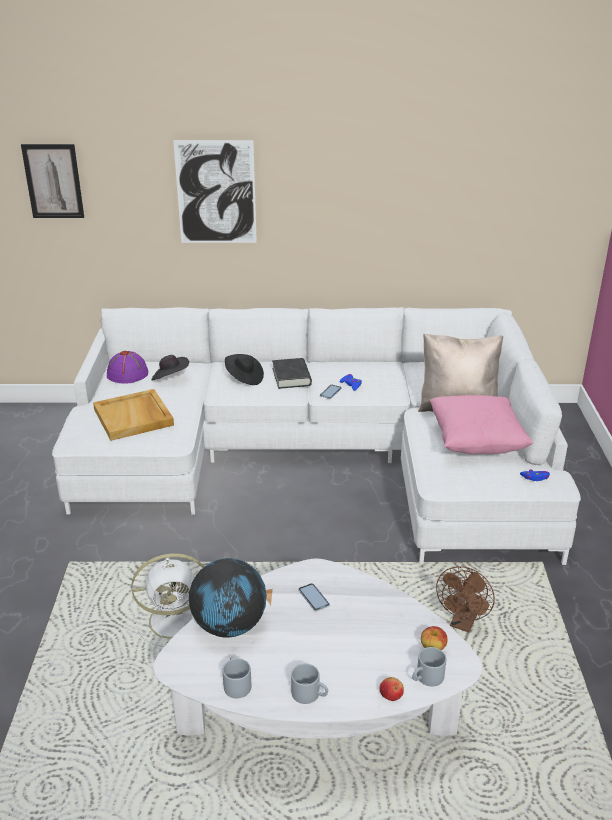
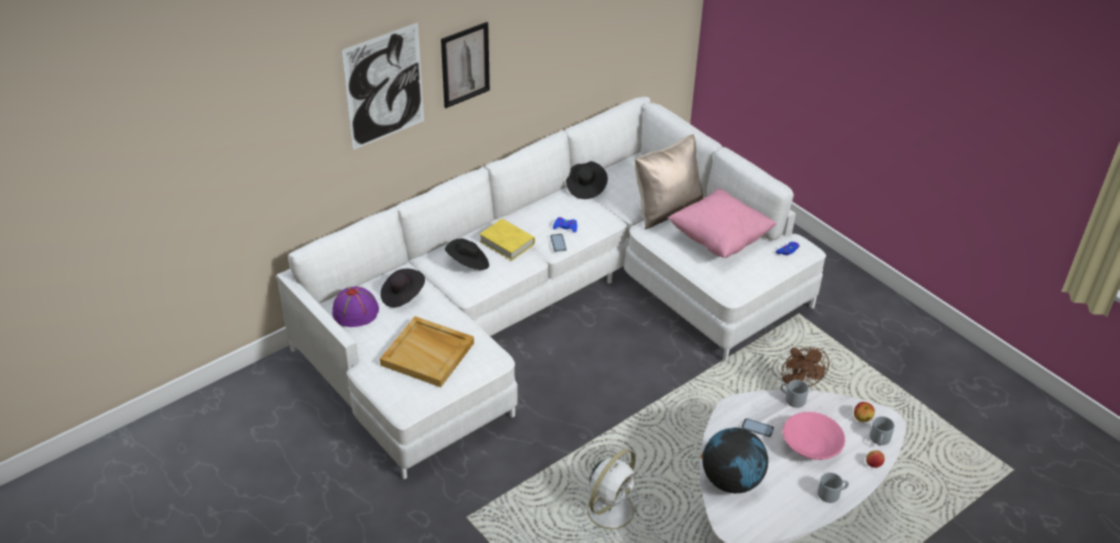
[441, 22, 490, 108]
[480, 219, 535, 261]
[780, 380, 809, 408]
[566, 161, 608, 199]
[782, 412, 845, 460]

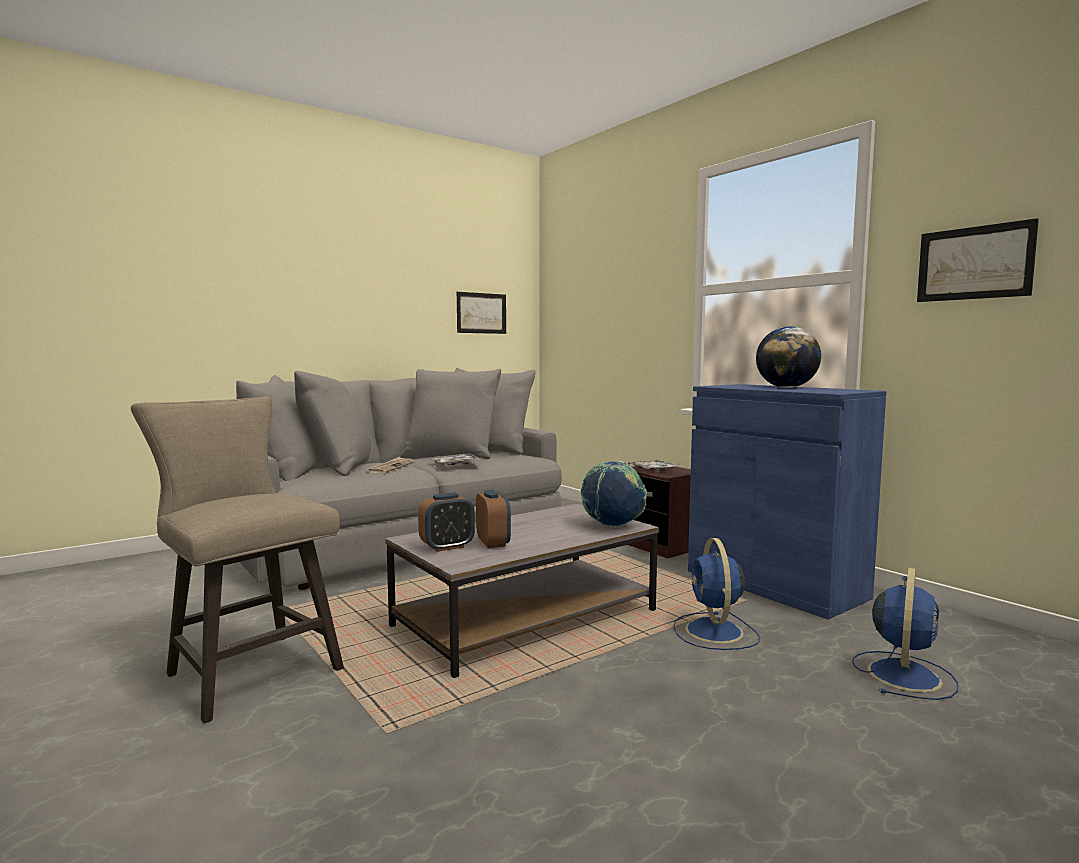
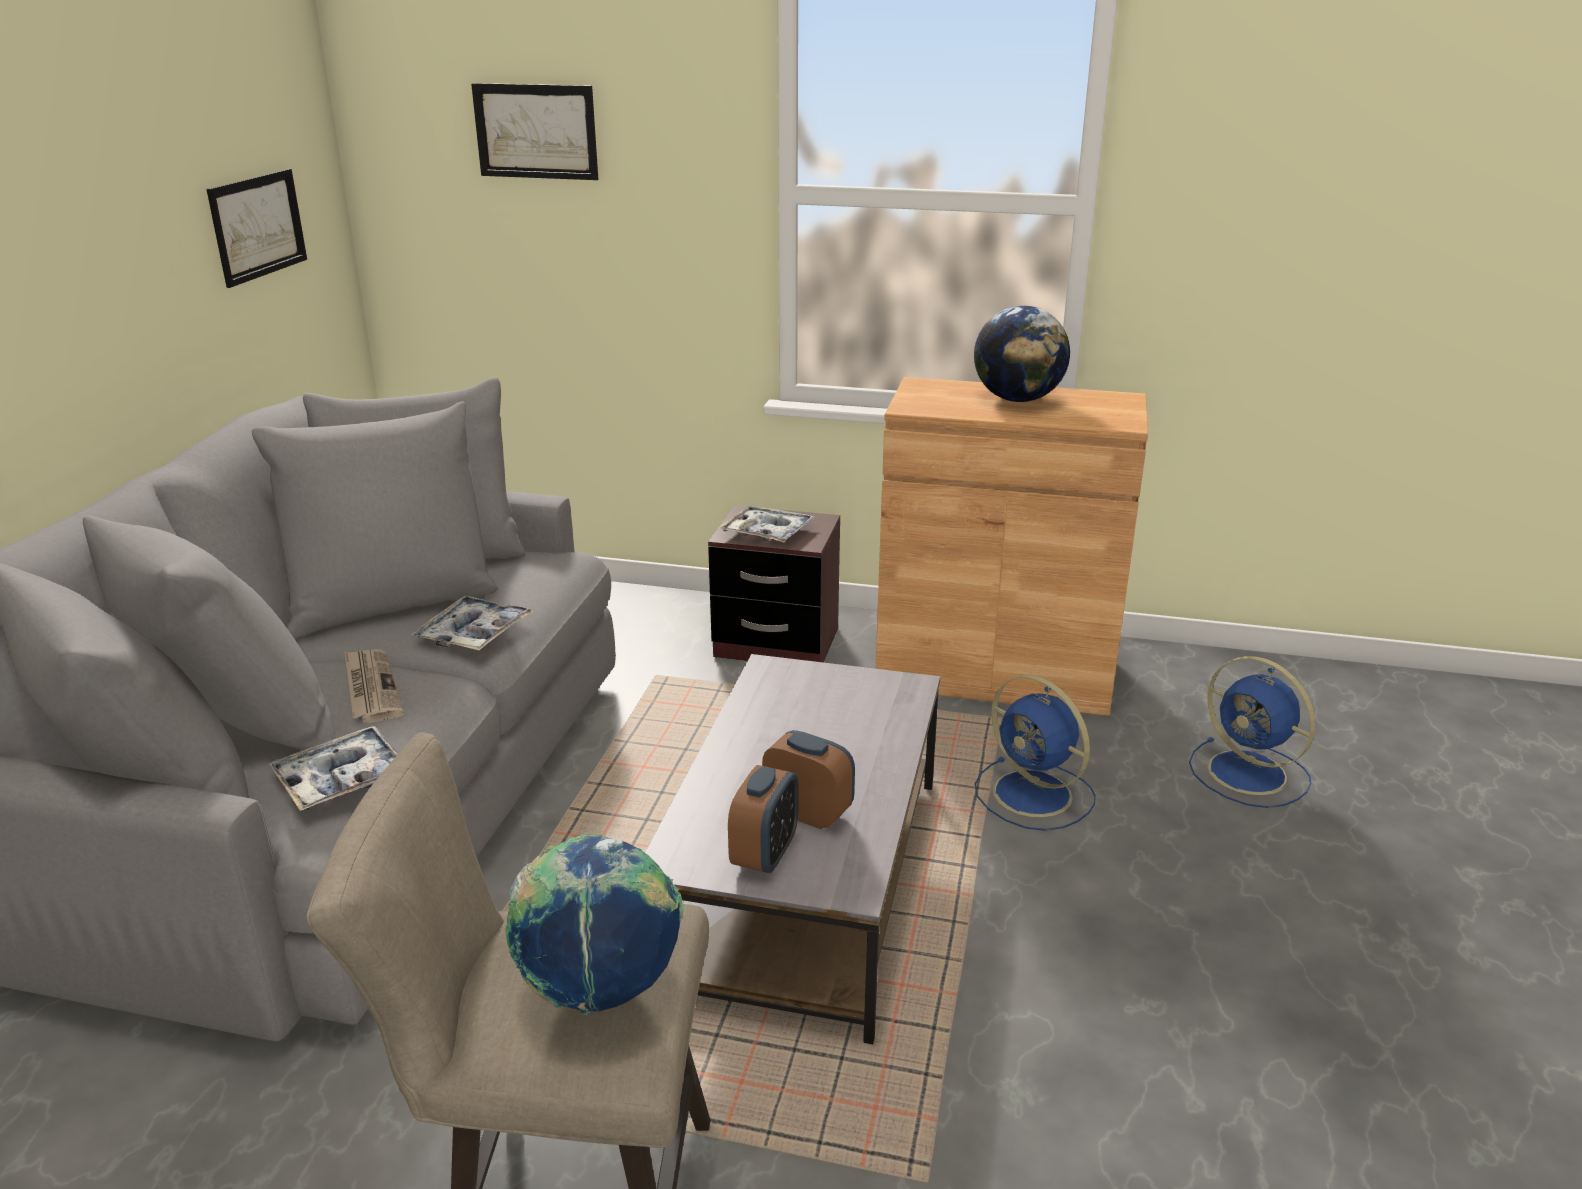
[471, 83, 598, 180]
[876, 377, 1148, 716]
[505, 834, 684, 1015]
[1189, 656, 1315, 808]
[270, 726, 398, 811]

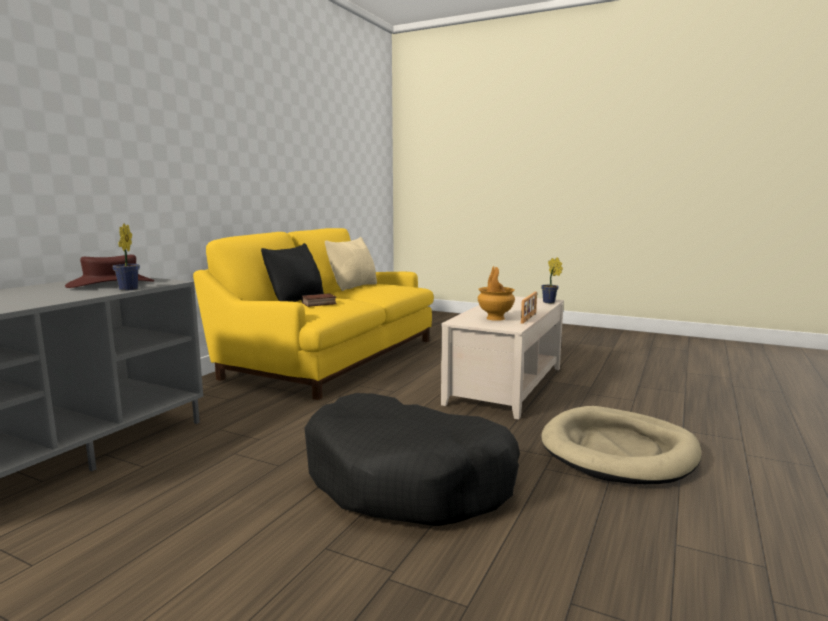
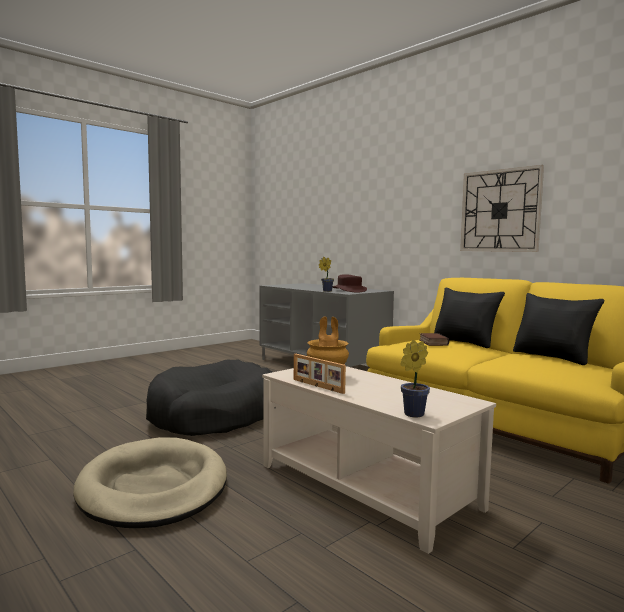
[513, 293, 604, 365]
[460, 165, 544, 252]

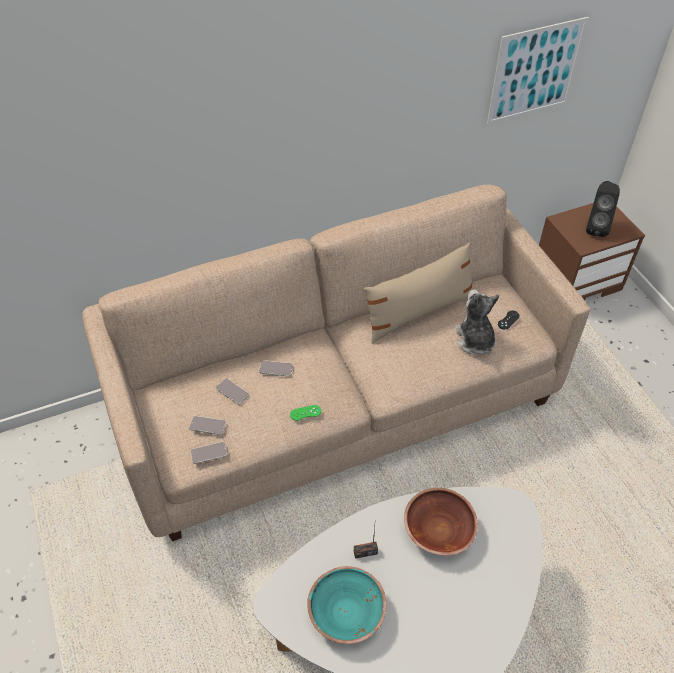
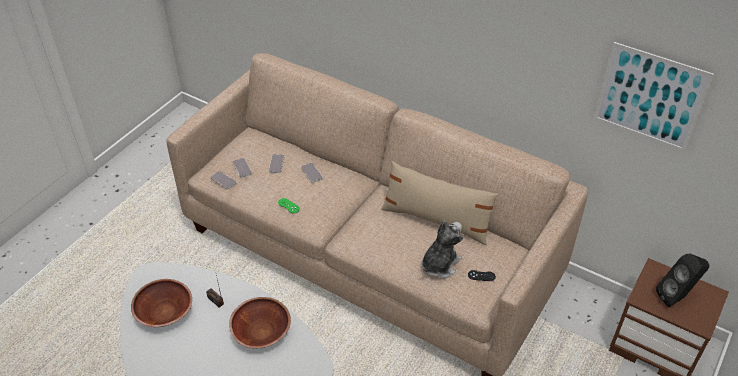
[131, 279, 192, 327]

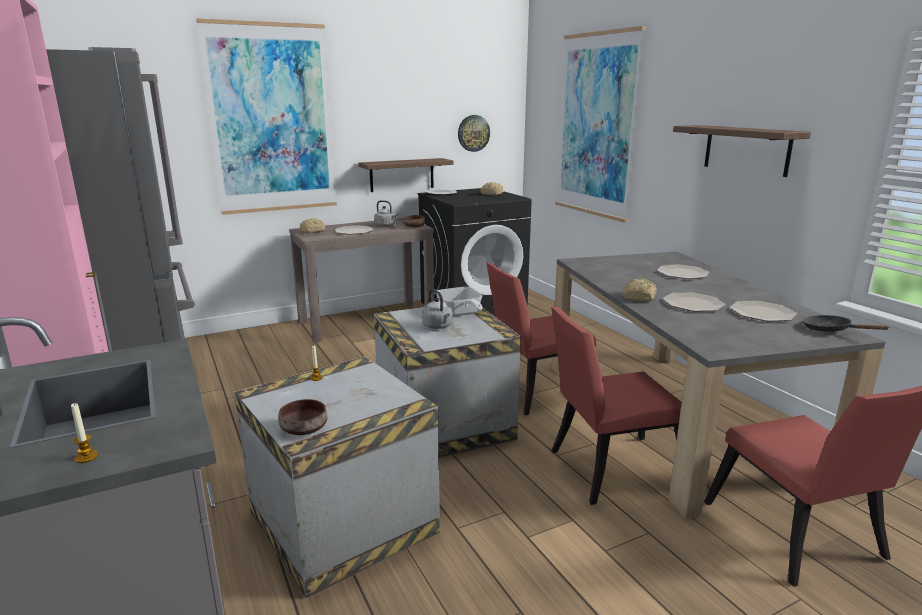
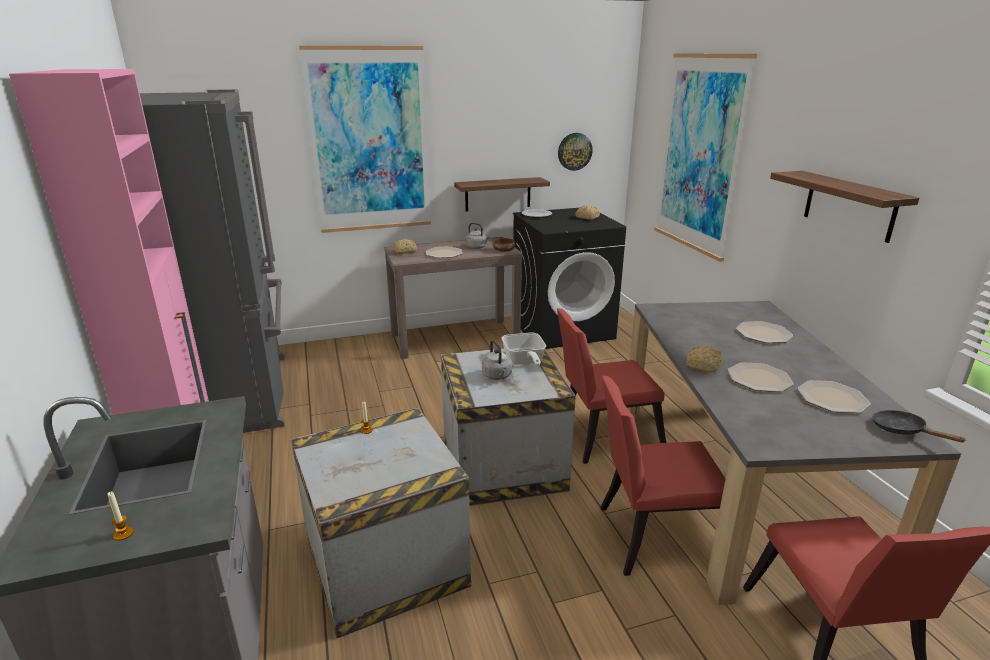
[278, 399, 327, 435] (first image)

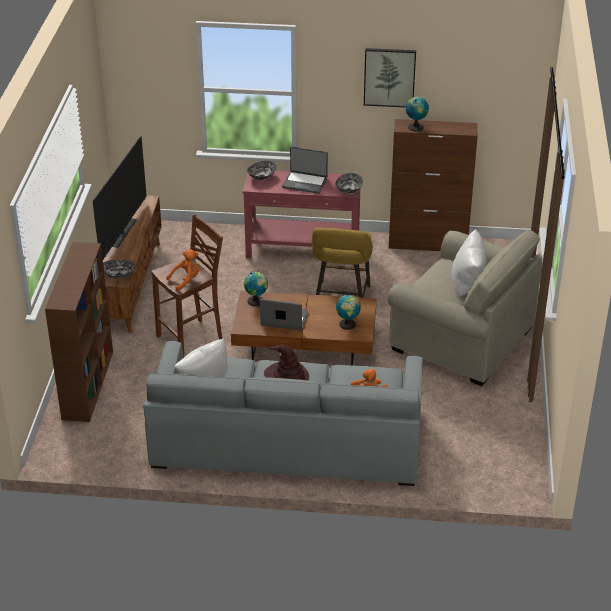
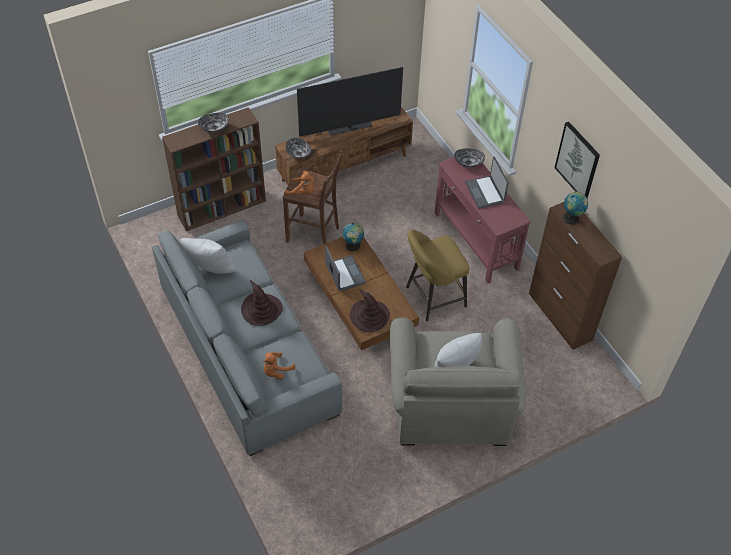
[198, 113, 229, 132]
[350, 289, 390, 333]

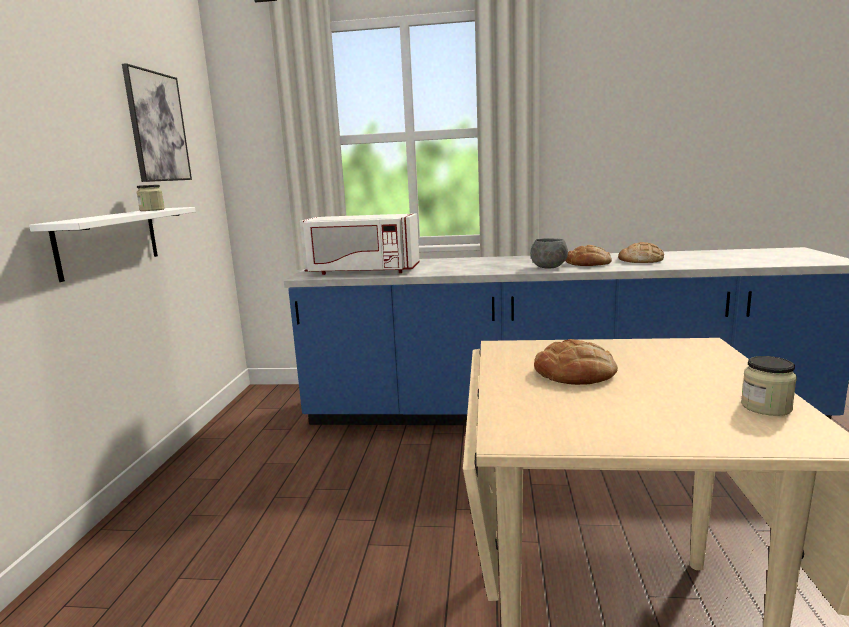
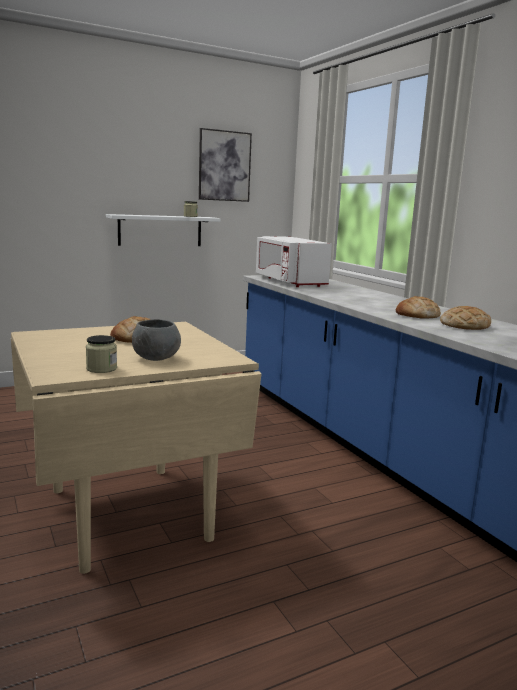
[132, 319, 181, 361]

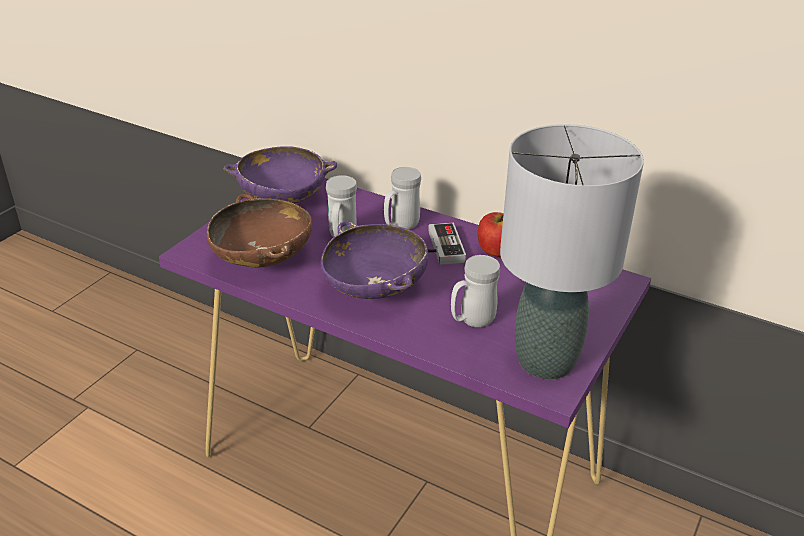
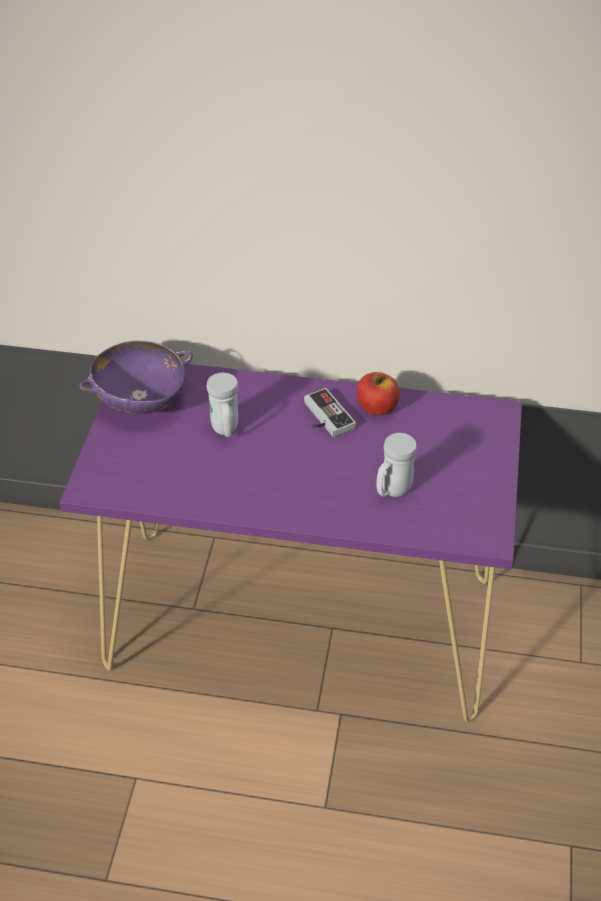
[500, 124, 644, 379] (first image)
[384, 167, 421, 229] (first image)
[207, 194, 312, 267] (first image)
[321, 221, 429, 299] (first image)

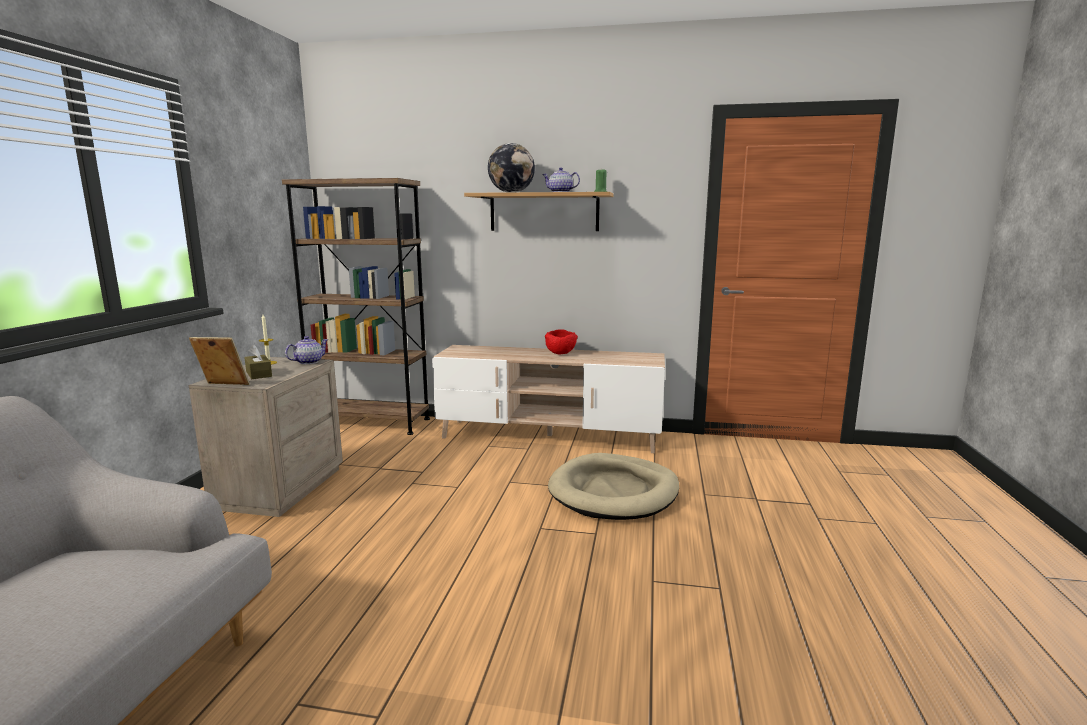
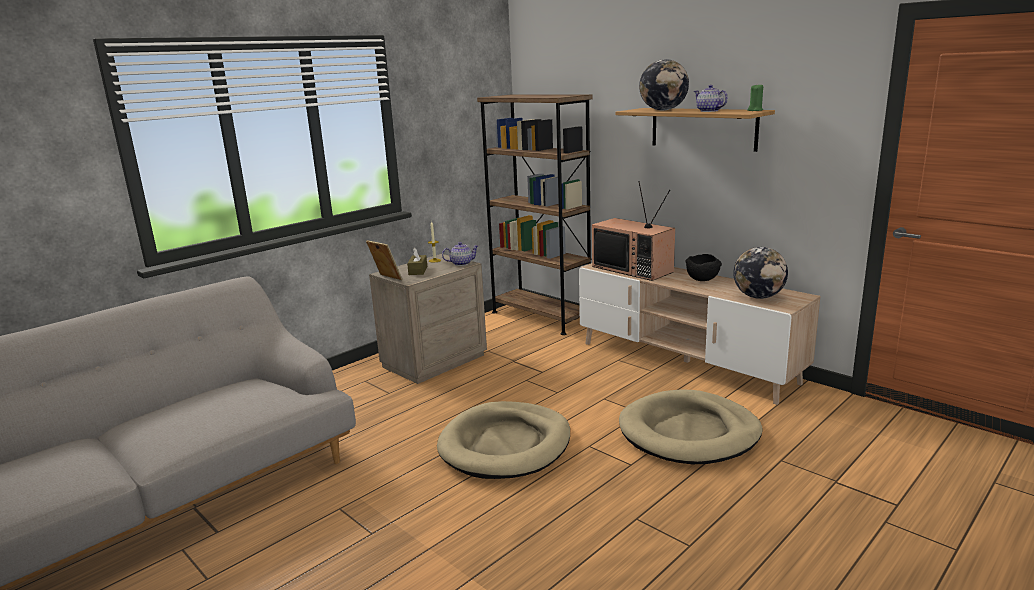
[686, 254, 722, 281]
[592, 181, 675, 281]
[733, 247, 788, 299]
[437, 401, 570, 479]

